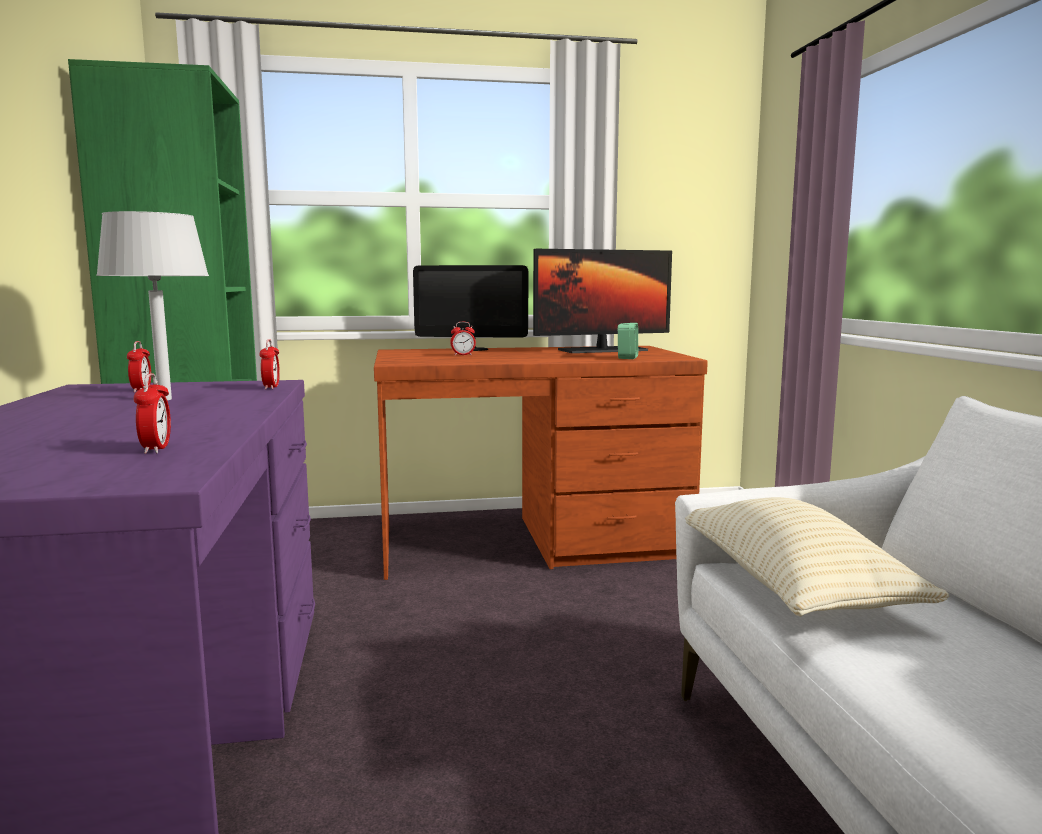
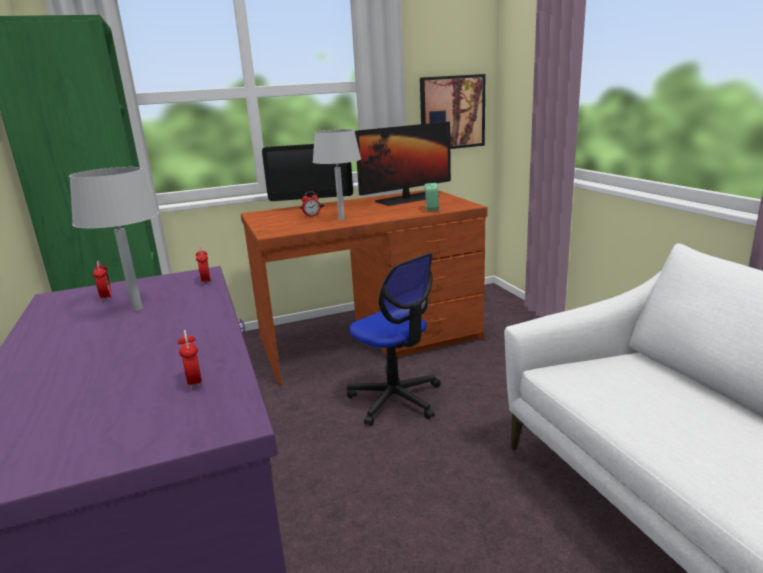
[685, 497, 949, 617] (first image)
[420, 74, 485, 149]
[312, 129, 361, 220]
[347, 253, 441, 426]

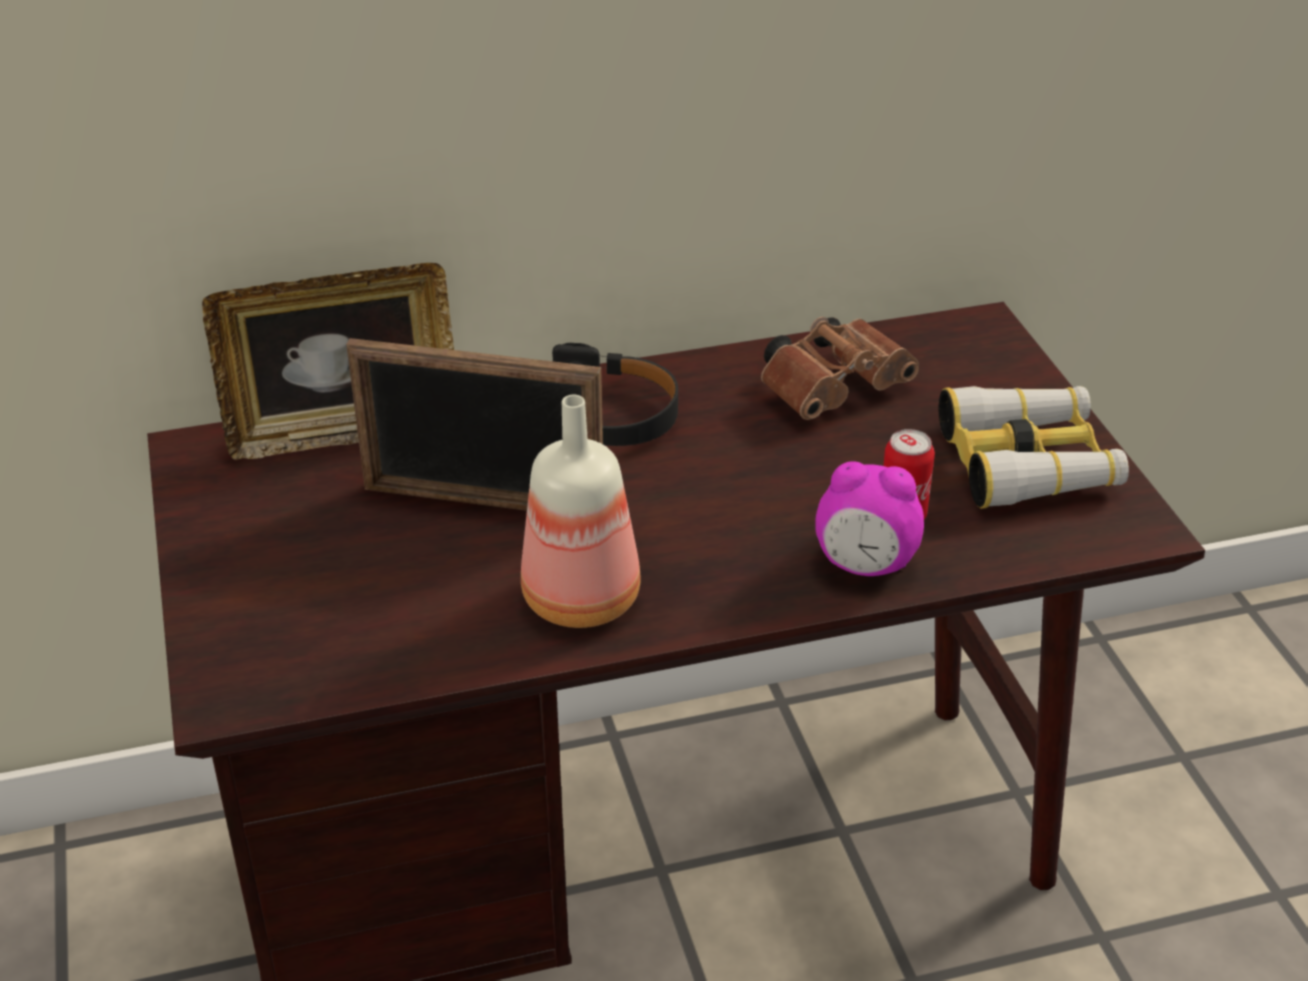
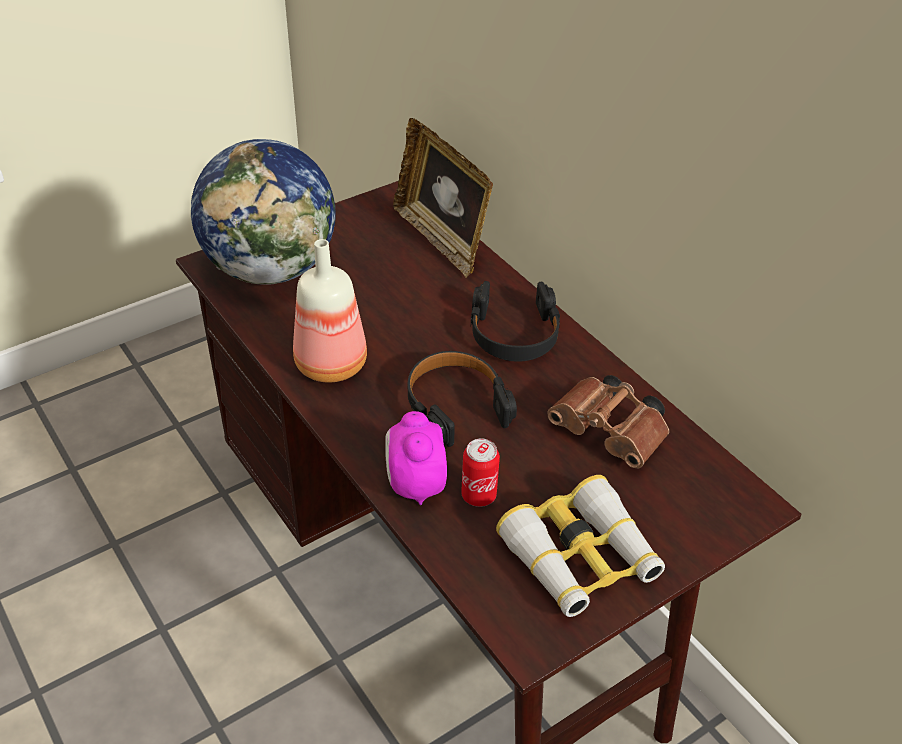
[346, 338, 603, 511] (first image)
[191, 139, 336, 285]
[408, 351, 517, 447]

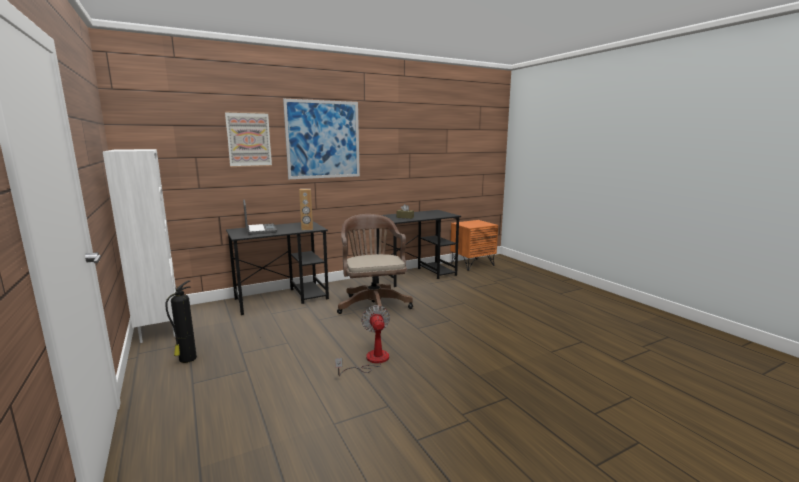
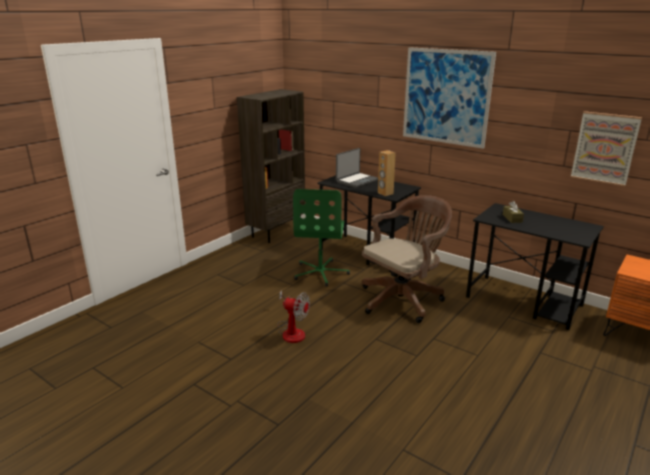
[571, 111, 642, 186]
[237, 89, 305, 243]
[165, 280, 197, 363] (first image)
[277, 290, 310, 343]
[293, 189, 350, 286]

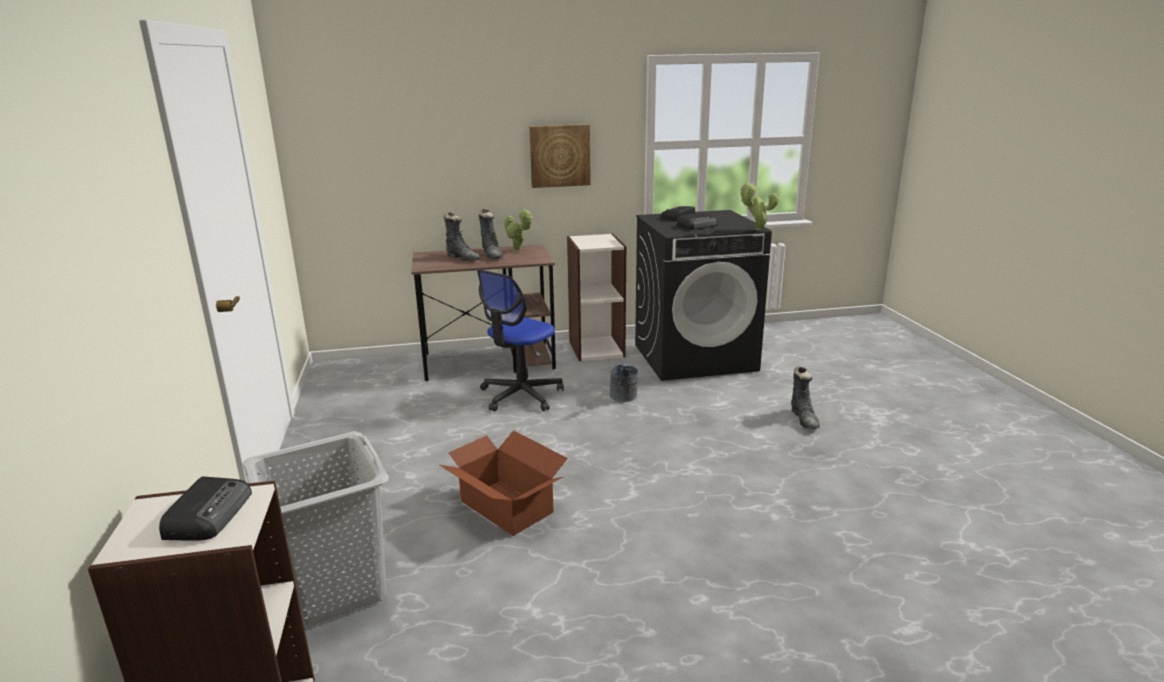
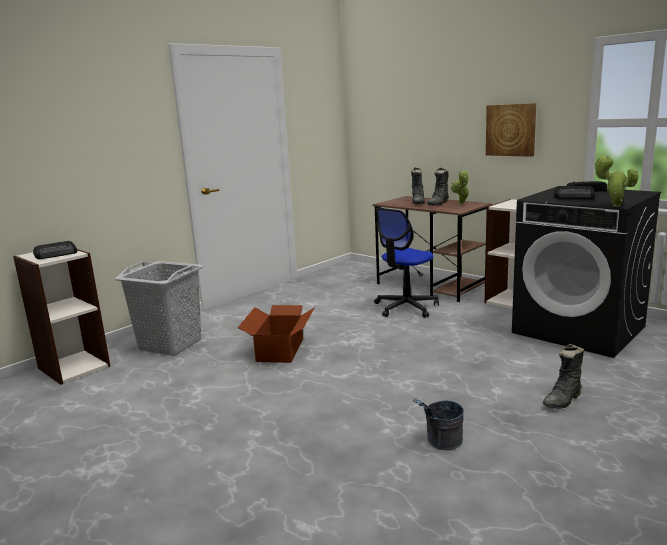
[374, 208, 439, 318]
[413, 397, 464, 450]

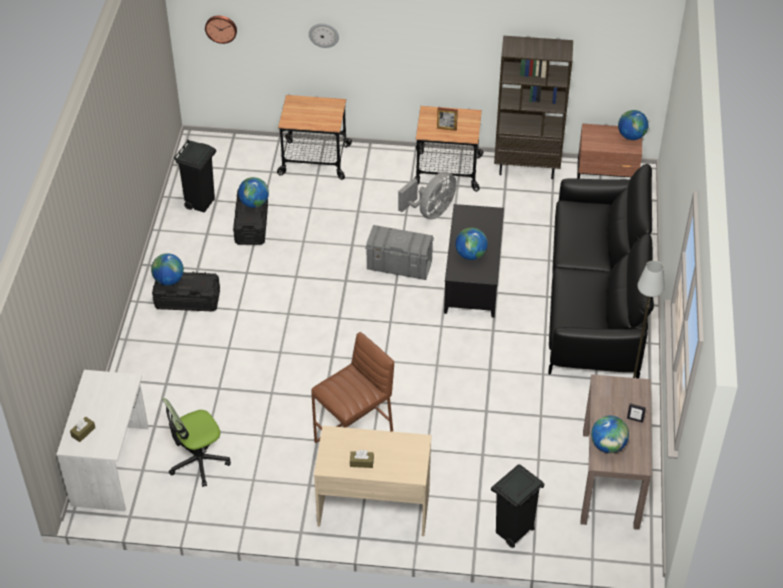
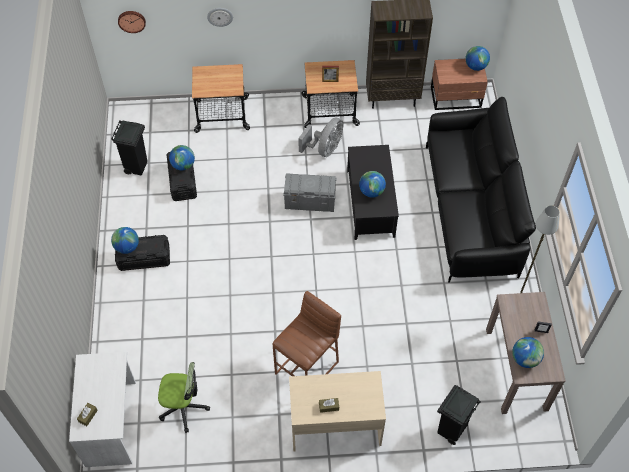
[158, 362, 210, 433]

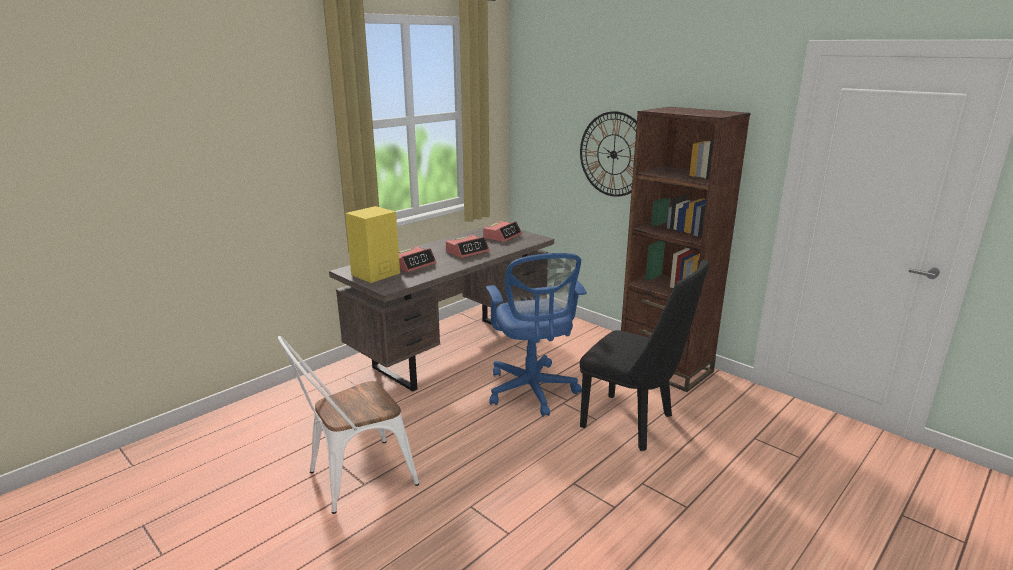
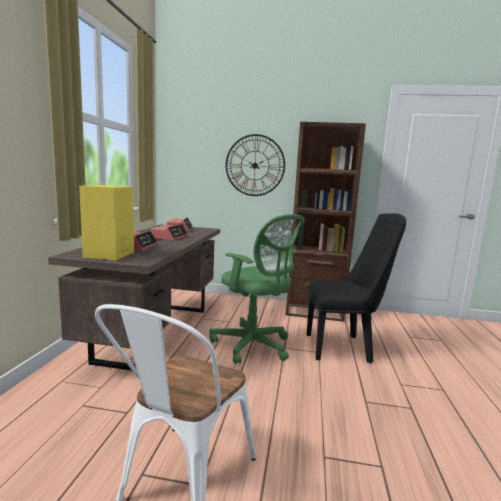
[209, 214, 305, 364]

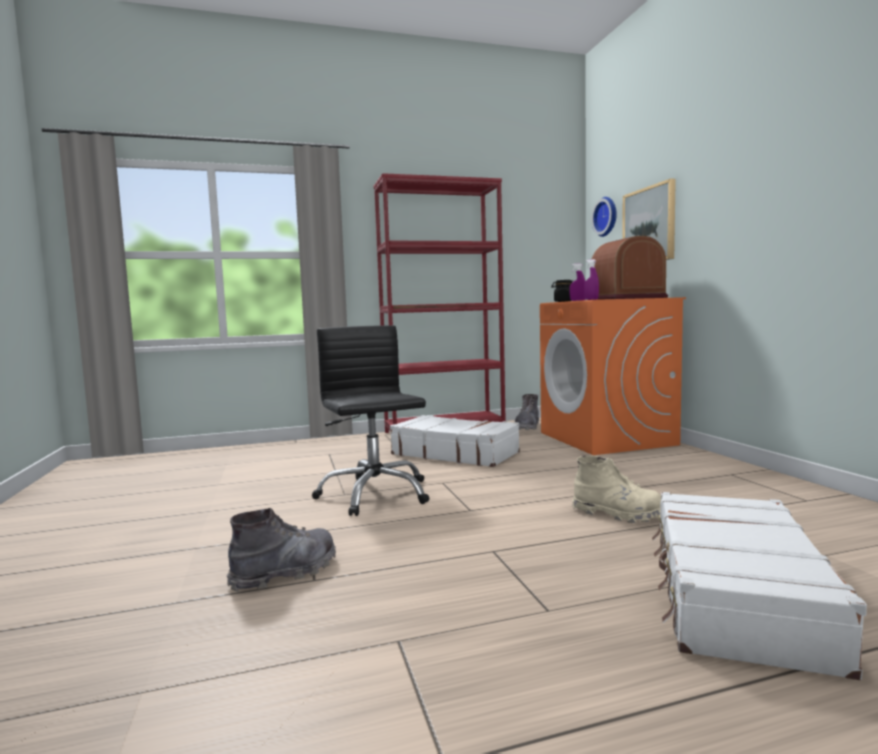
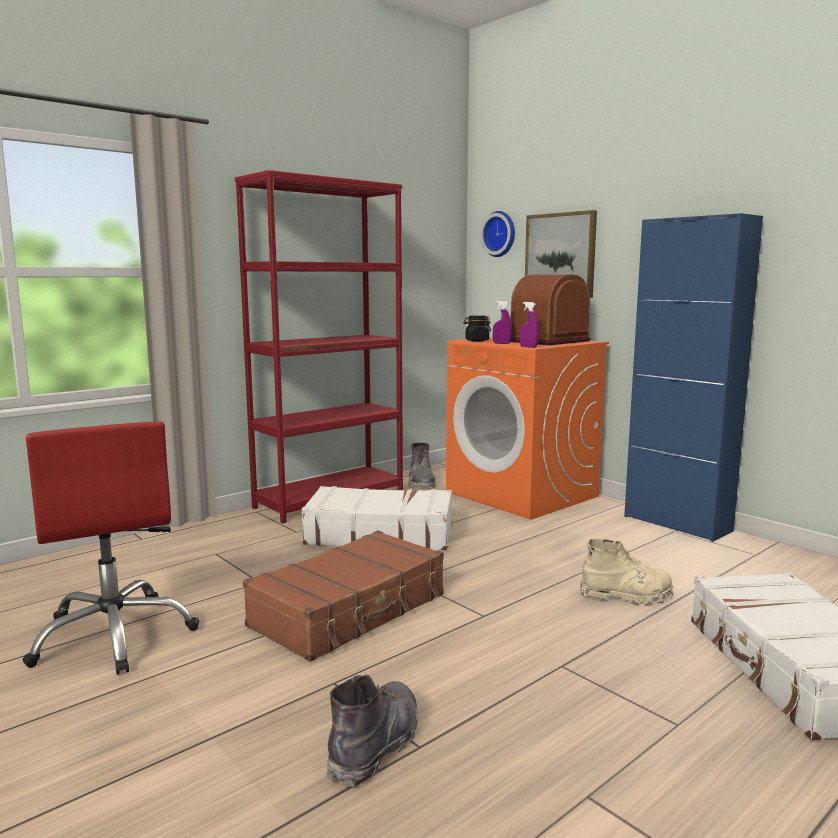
[243, 530, 444, 662]
[624, 213, 763, 542]
[22, 421, 199, 675]

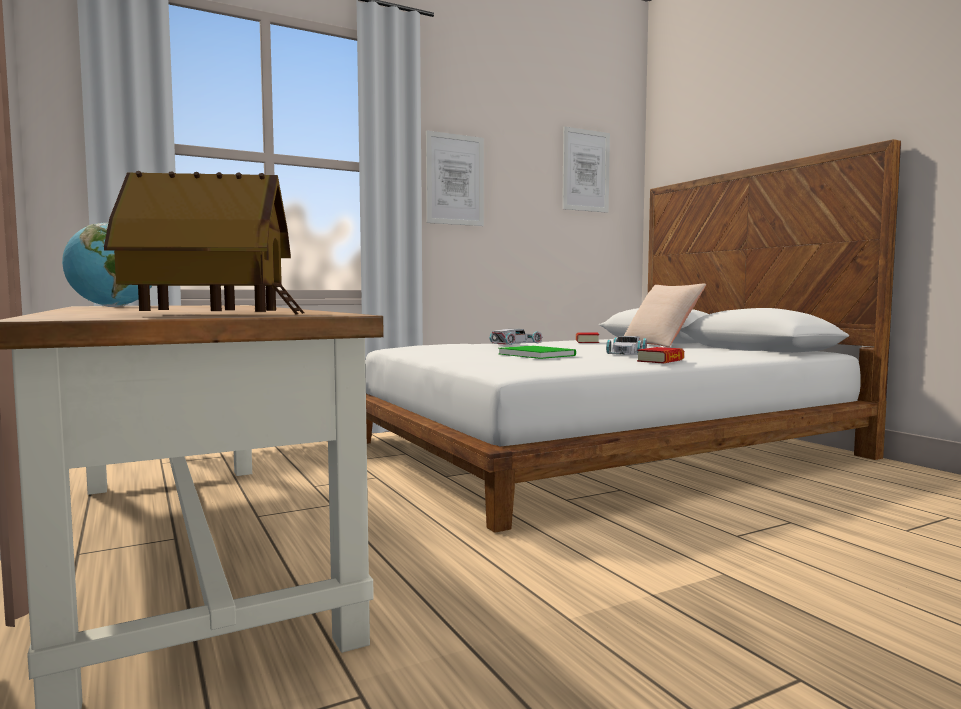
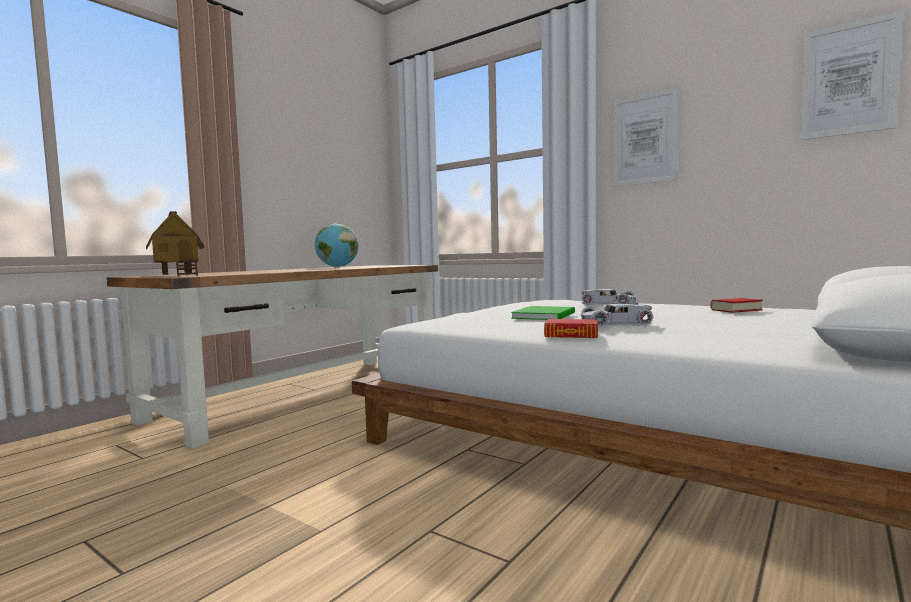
[624, 284, 706, 347] (first image)

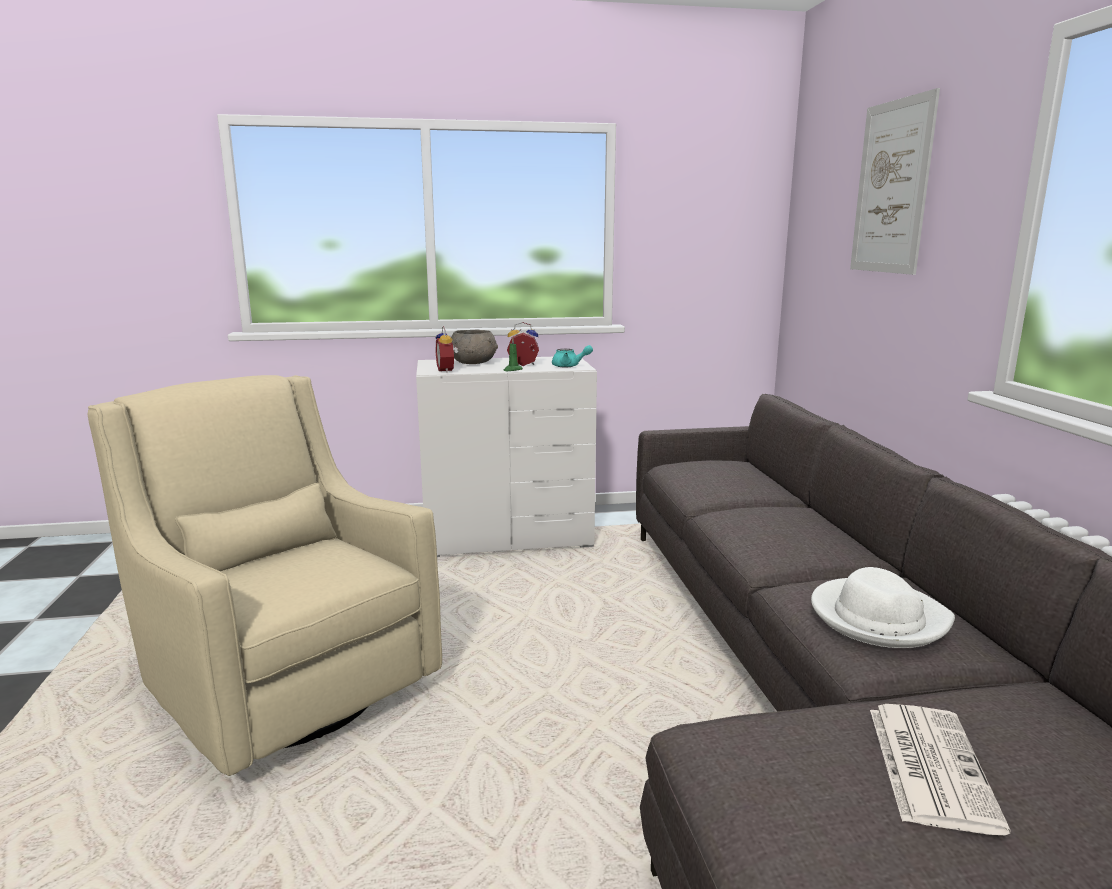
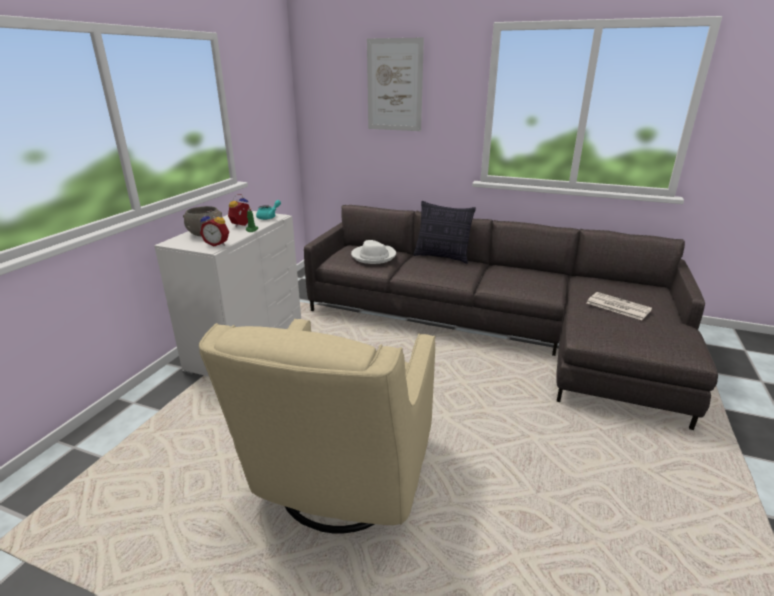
[199, 319, 436, 533]
[351, 240, 396, 264]
[413, 201, 476, 264]

